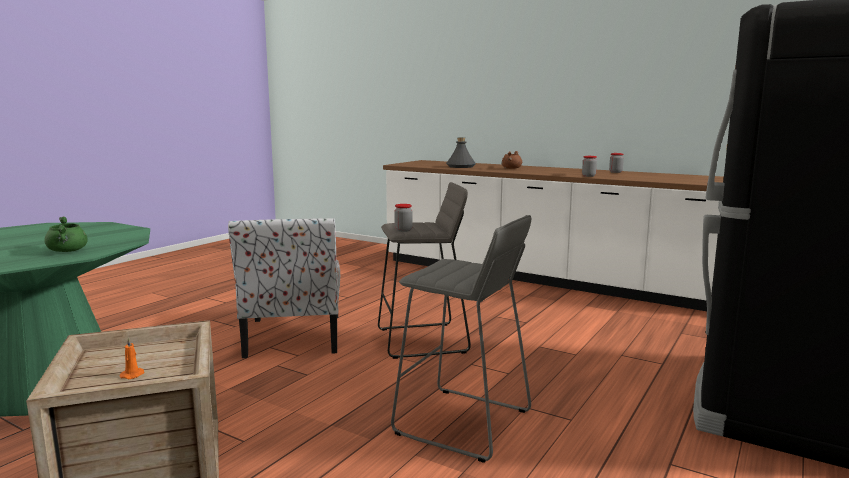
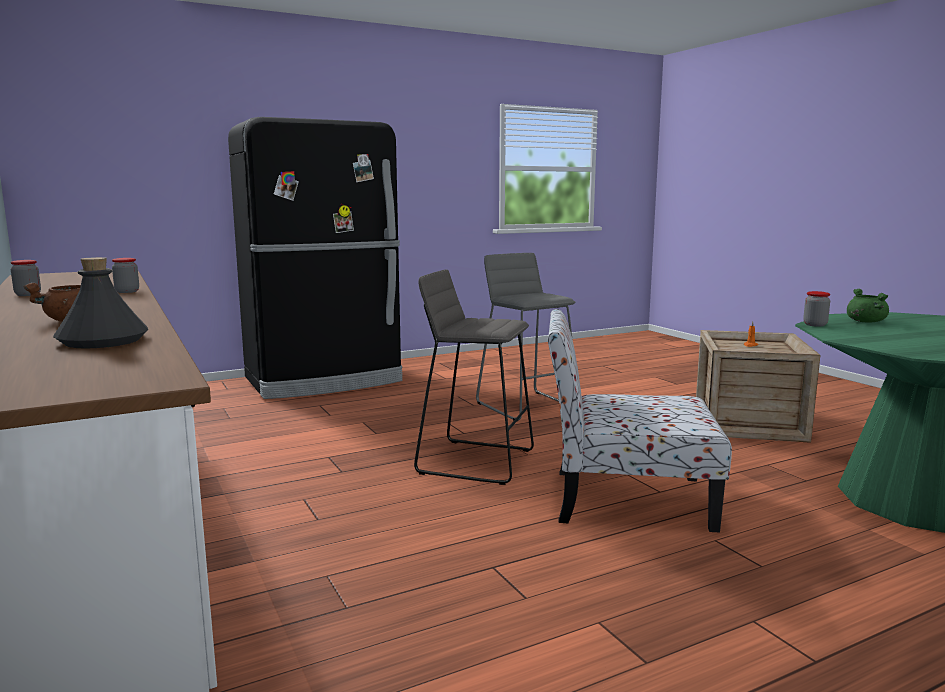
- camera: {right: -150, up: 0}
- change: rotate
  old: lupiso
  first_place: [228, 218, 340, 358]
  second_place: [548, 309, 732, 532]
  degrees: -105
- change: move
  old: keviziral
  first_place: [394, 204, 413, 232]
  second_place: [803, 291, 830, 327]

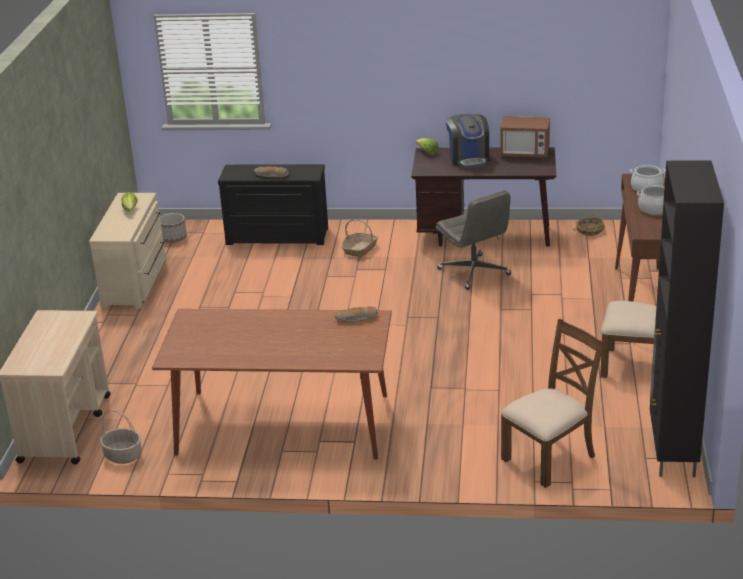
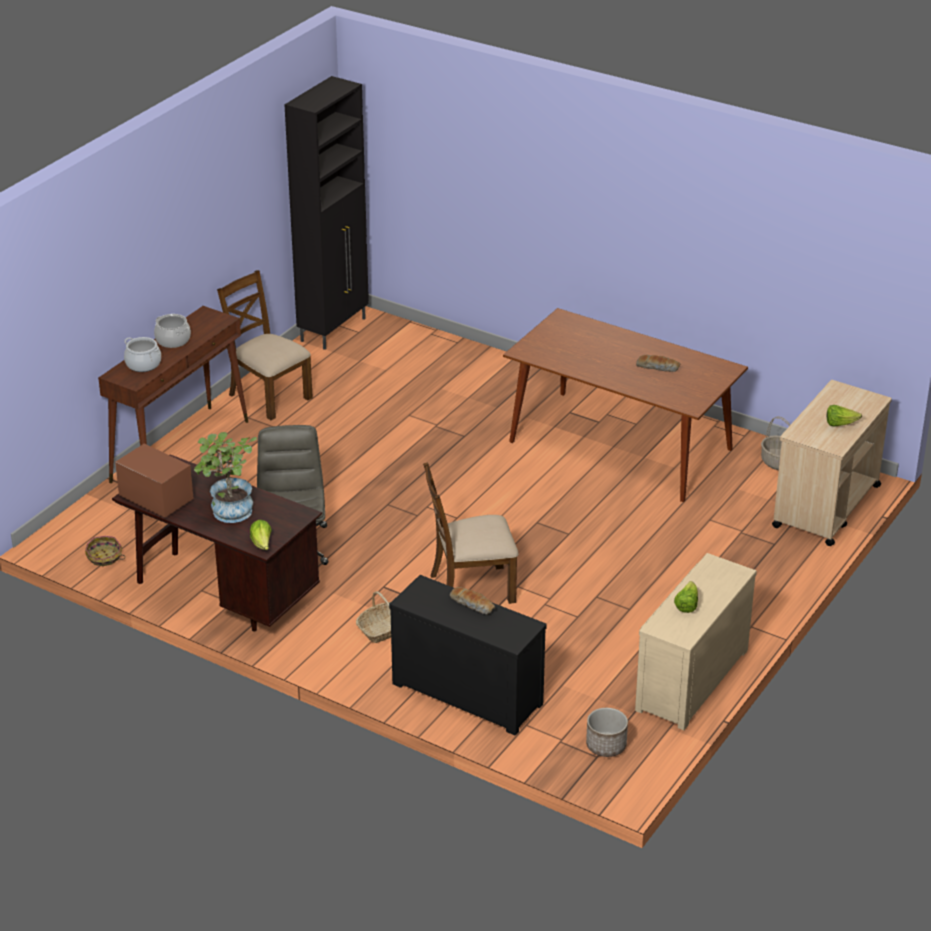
- camera: {right: -155, up: 5}
- change: replace
  old: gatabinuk
  new: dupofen
  first_place: [446, 114, 489, 169]
  second_place: [194, 432, 257, 523]
- change: move
  old: lupiso (brown)
  first_place: [501, 319, 604, 488]
  second_place: [423, 462, 519, 604]
- change: move
  old: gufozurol
  first_place: [335, 306, 378, 322]
  second_place: [636, 355, 680, 372]
- change: insert
  new: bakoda
  second_place: [827, 405, 862, 427]

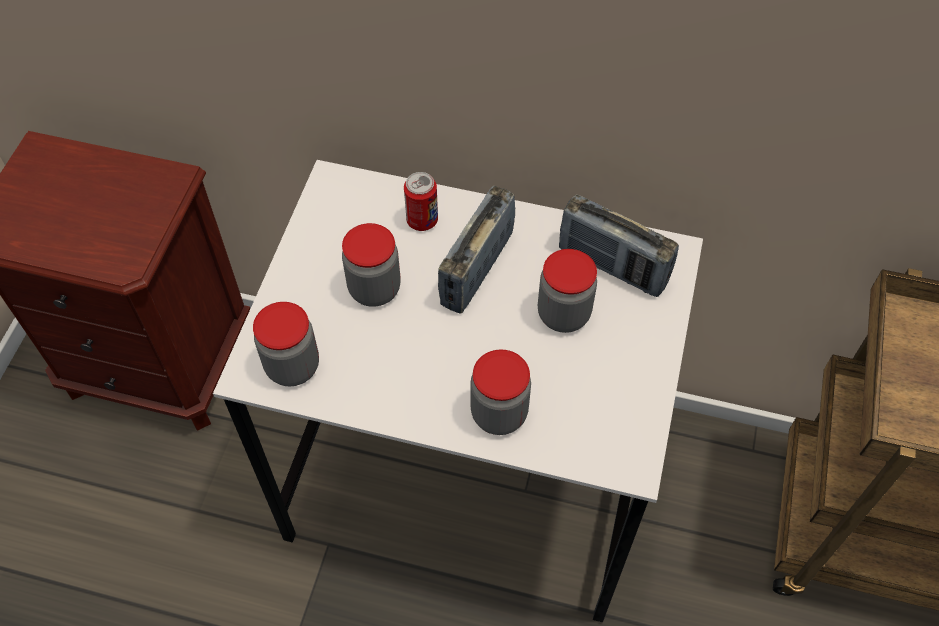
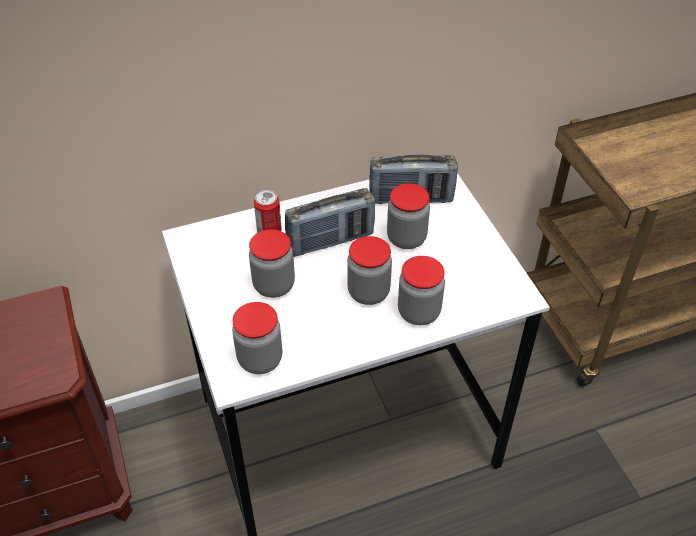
- camera: {right: -35, up: -10}
- change: rotate
  old: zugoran
  first_place: [438, 186, 515, 314]
  second_place: [285, 188, 375, 257]
  degrees: -105
- change: insert
  new: keviziral
  second_place: [347, 236, 392, 305]

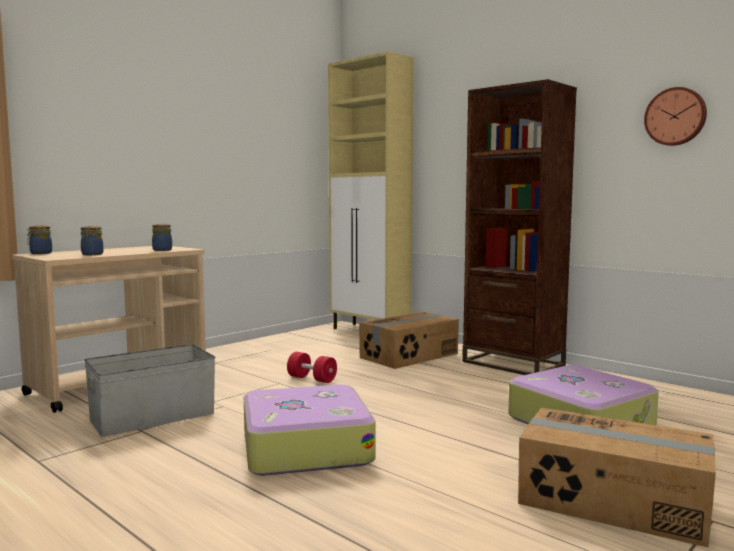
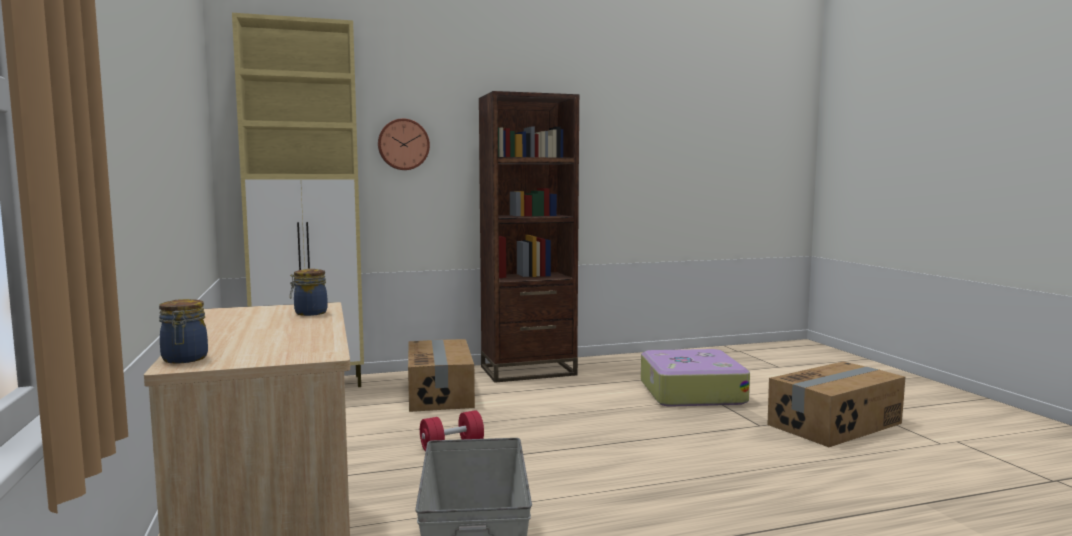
- camera: {right: -60, up: 0}
- change: move
  old: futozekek
  first_place: [644, 87, 707, 146]
  second_place: [378, 118, 430, 170]
- change: delete
  old: keviziral
  first_place: [81, 226, 103, 255]
- change: delete
  old: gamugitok
  first_place: [244, 385, 376, 476]

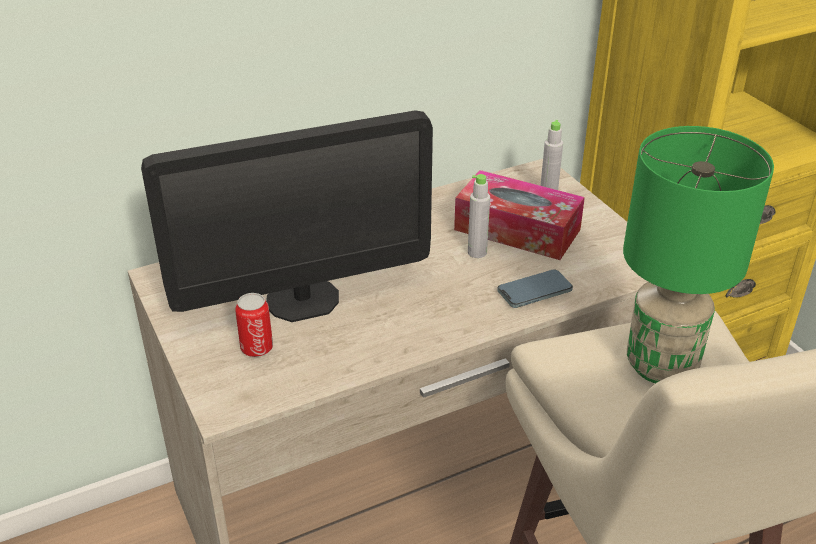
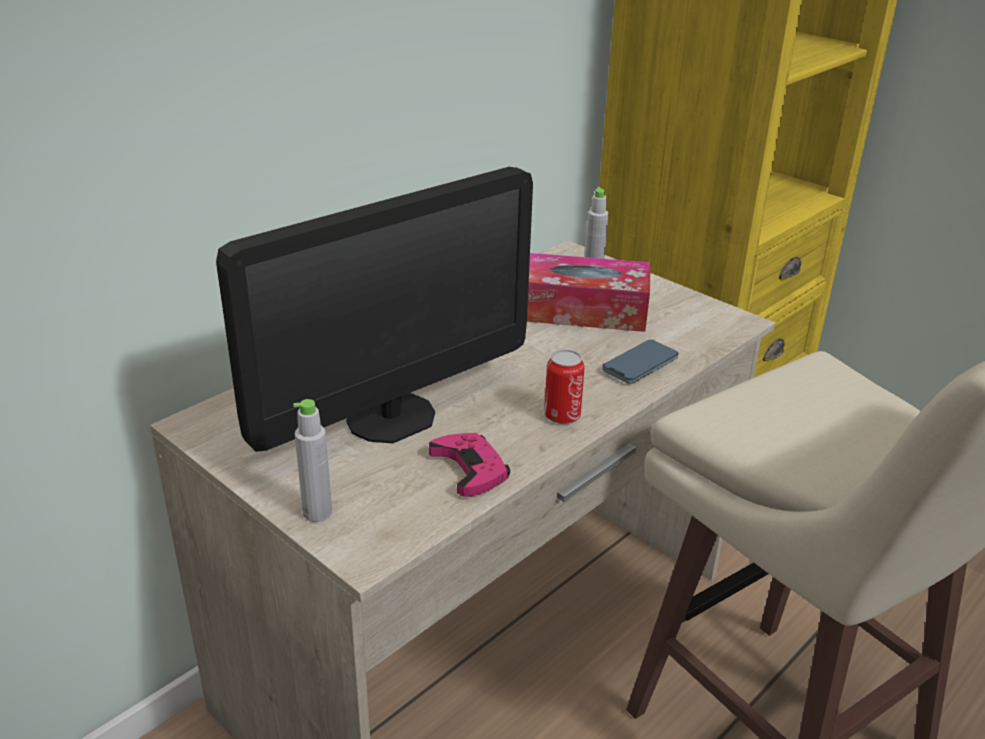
- camera: {right: -20, up: -5}
- change: move
  old: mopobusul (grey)
  first_place: [468, 174, 490, 258]
  second_place: [293, 399, 332, 522]
- change: insert
  new: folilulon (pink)
  second_place: [429, 433, 510, 497]
- change: move
  old: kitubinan
  first_place: [235, 293, 273, 357]
  second_place: [544, 349, 585, 424]
- change: delete
  old: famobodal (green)
  first_place: [623, 126, 774, 383]

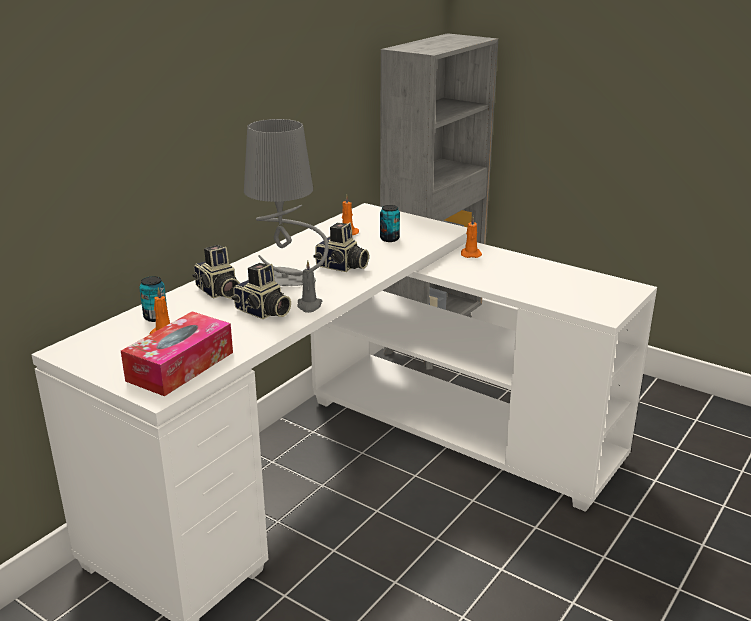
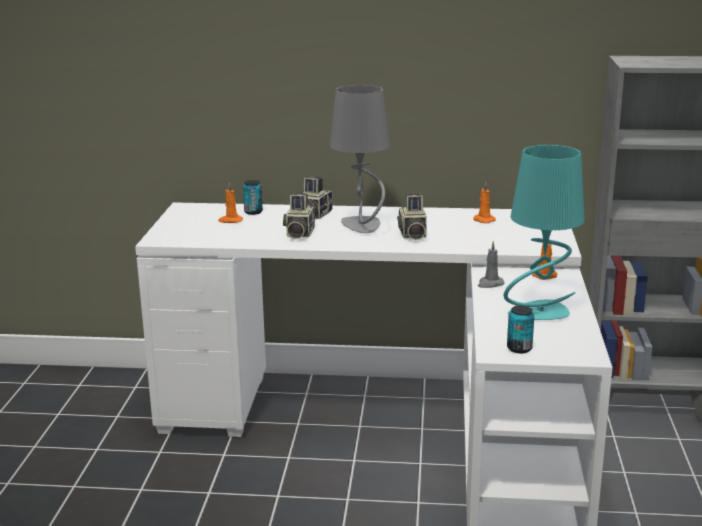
- camera: {right: 60, up: -5}
- change: move
  old: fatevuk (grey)
  first_place: [297, 260, 322, 313]
  second_place: [478, 241, 504, 288]
- change: insert
  new: famobodal (turquoise)
  second_place: [503, 145, 585, 320]
- change: move
  old: kitubinan
  first_place: [380, 205, 400, 242]
  second_place: [507, 306, 534, 353]
- change: delete
  old: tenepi
  first_place: [121, 311, 233, 396]

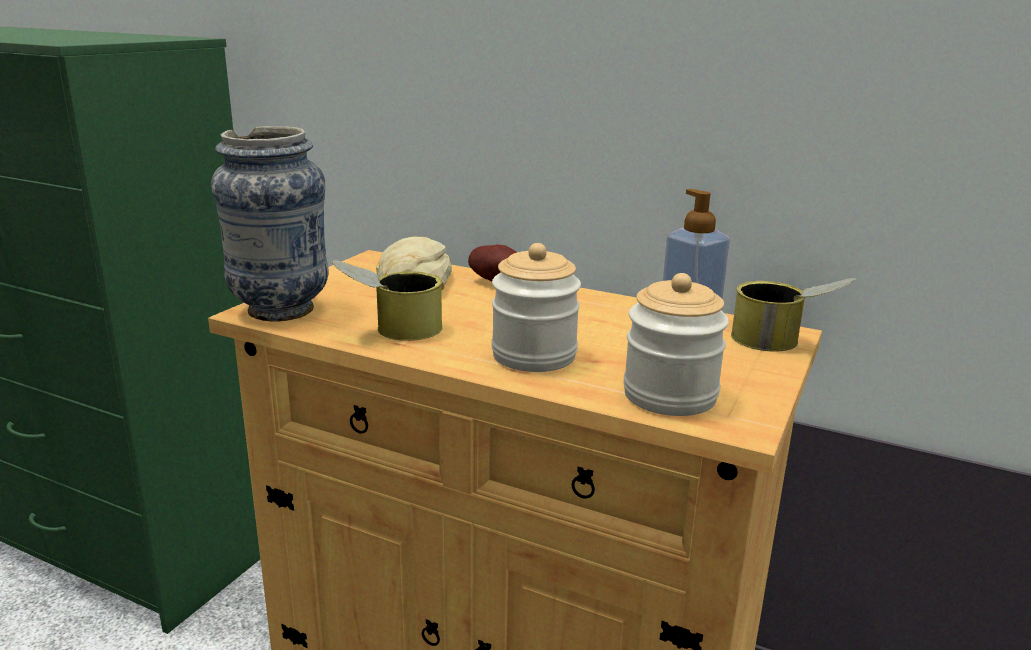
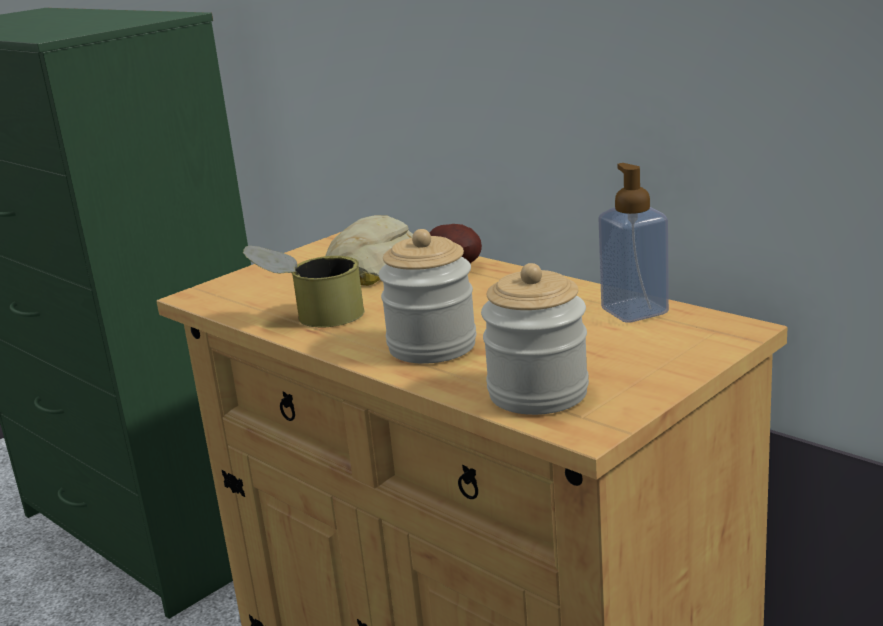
- camera: {right: 20, up: 0}
- change: delete
  old: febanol
  first_place: [211, 126, 329, 322]
- change: delete
  old: kitubinan
  first_place: [731, 278, 856, 352]

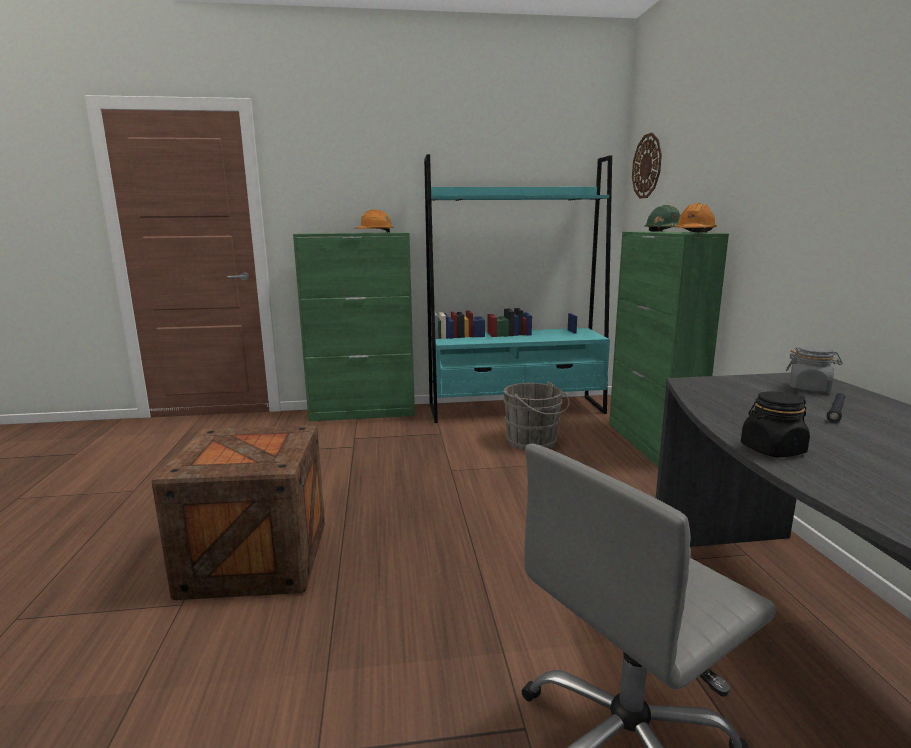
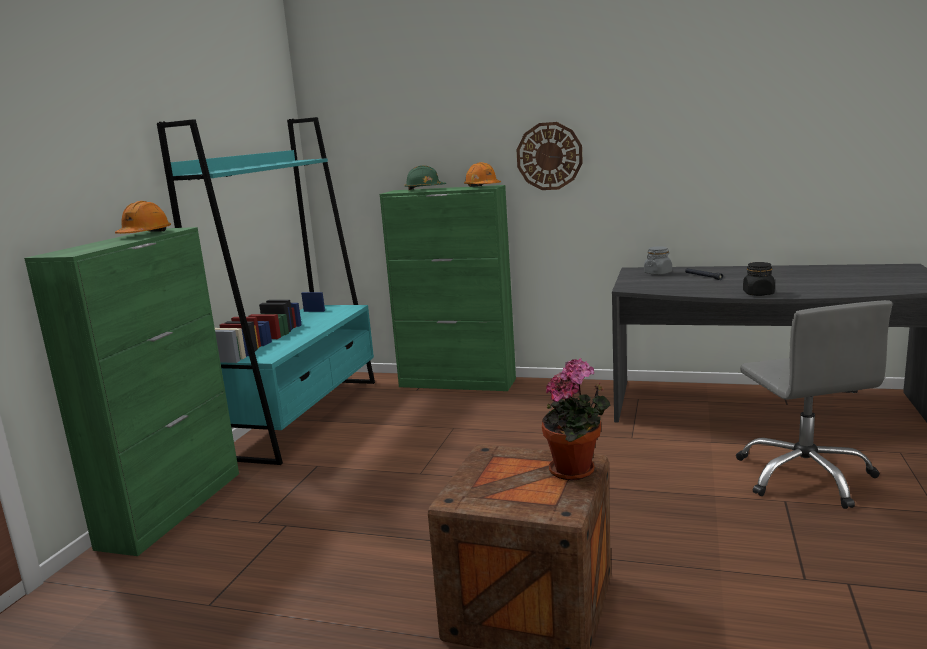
- camera: {right: -65, up: 0}
- change: move
  old: futozekek
  first_place: [632, 133, 662, 199]
  second_place: [517, 122, 583, 190]
- change: insert
  new: dupofen
  second_place: [542, 358, 610, 481]
- change: delete
  old: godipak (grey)
  first_place: [502, 382, 570, 450]

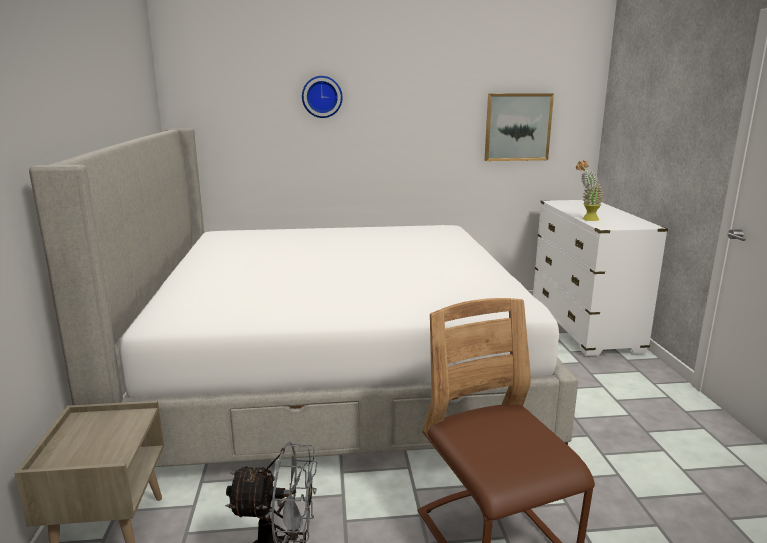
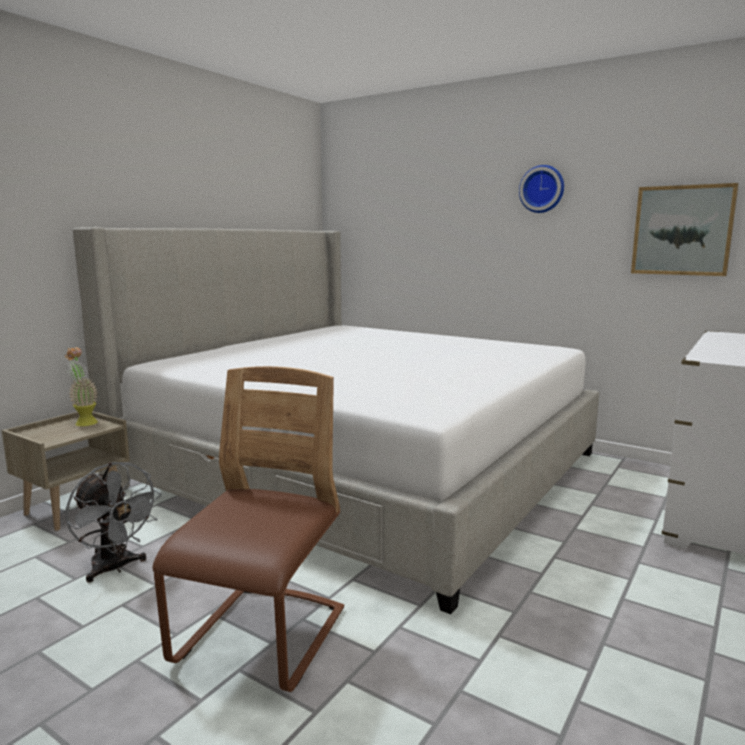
- camera: {right: 40, up: -5}
- change: move
  old: dupofen
  first_place: [576, 160, 604, 221]
  second_place: [65, 347, 98, 426]
- change: move
  old: futozekek
  first_place: [302, 76, 343, 118]
  second_place: [519, 165, 564, 213]

